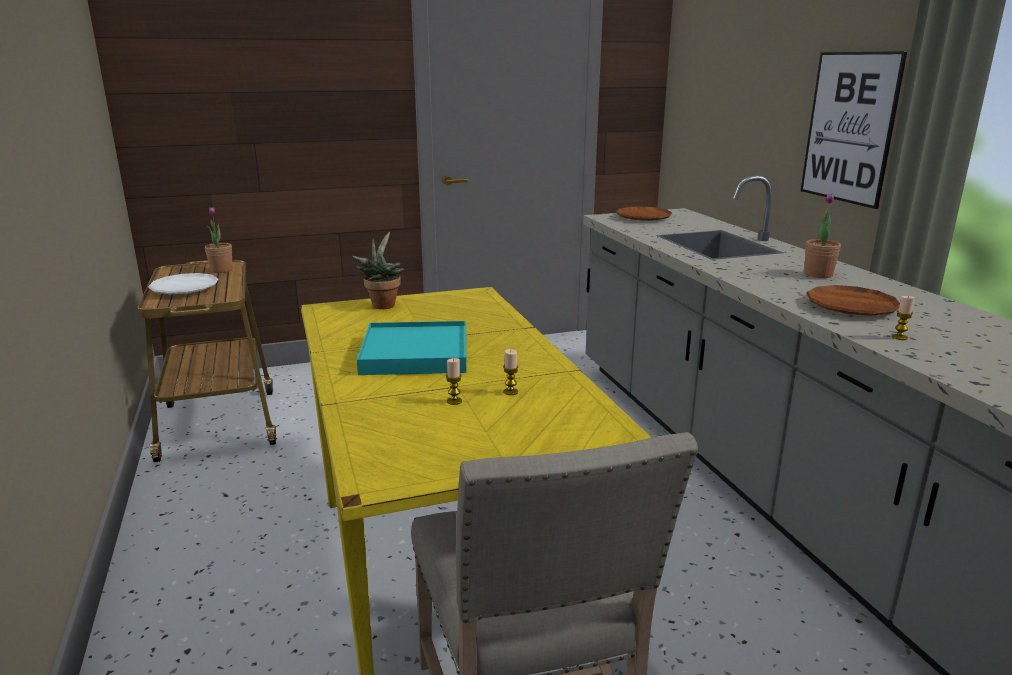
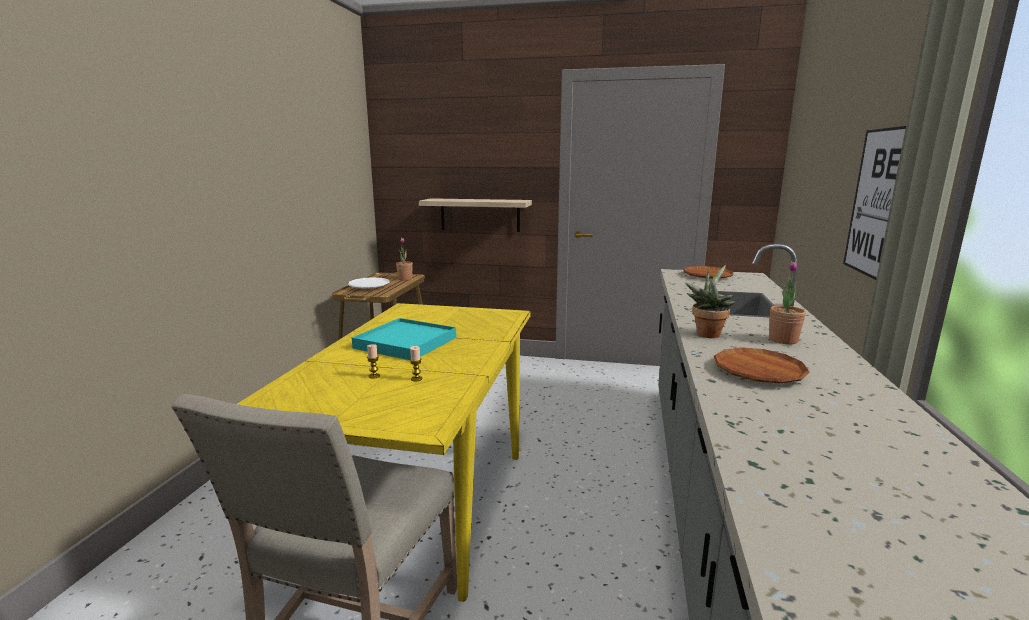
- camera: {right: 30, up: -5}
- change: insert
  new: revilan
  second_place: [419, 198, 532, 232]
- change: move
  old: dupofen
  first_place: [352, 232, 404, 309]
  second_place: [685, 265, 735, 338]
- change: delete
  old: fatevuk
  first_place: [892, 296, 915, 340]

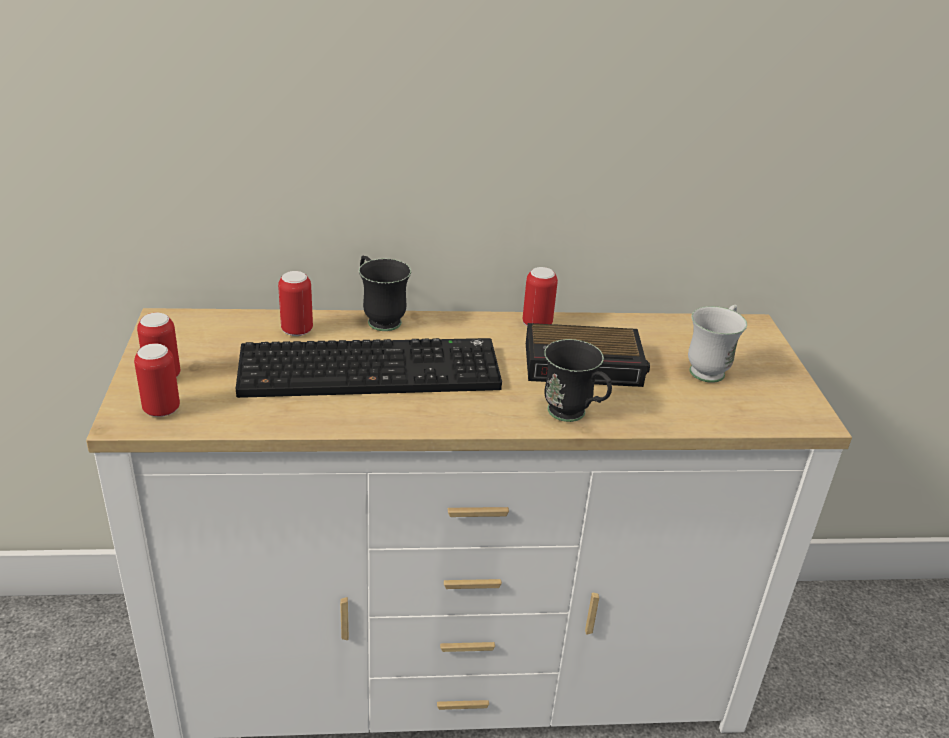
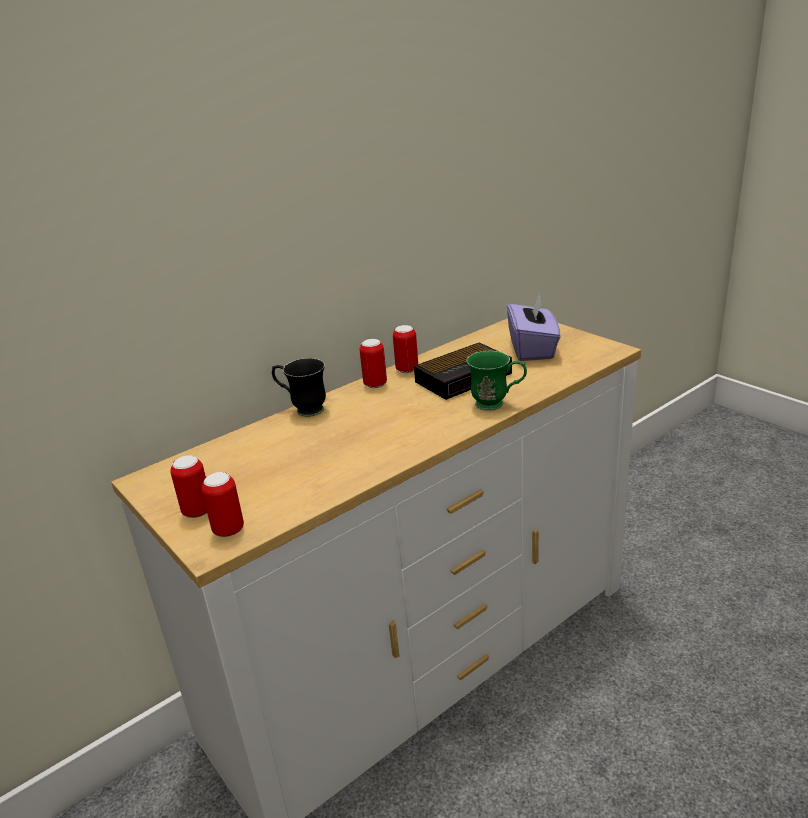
- camera: {right: -30, up: -5}
- change: move
  old: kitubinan
  first_place: [278, 271, 313, 336]
  second_place: [360, 339, 387, 388]
- change: recolor
  old: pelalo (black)
  new: pelalo (green)
  first_place: [544, 339, 612, 422]
  second_place: [466, 351, 527, 411]
- change: replace
  old: pelalo (white)
  new: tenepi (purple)
  first_place: [688, 305, 747, 383]
  second_place: [507, 292, 560, 361]
- change: delete
  old: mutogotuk
  first_place: [236, 338, 502, 398]

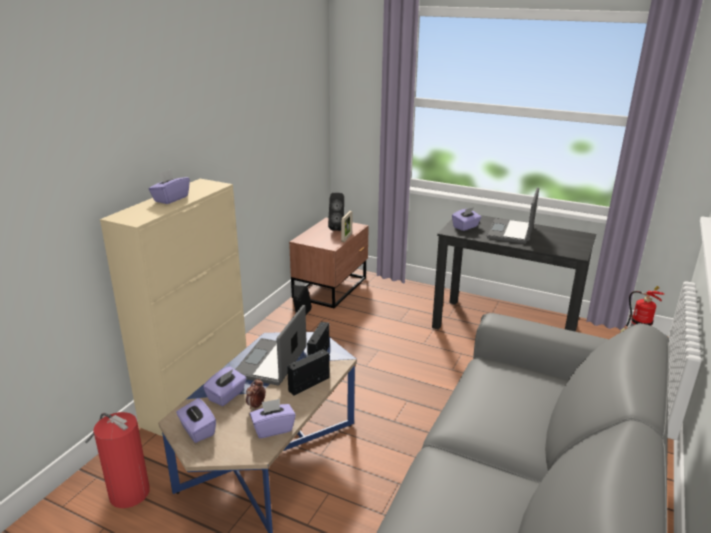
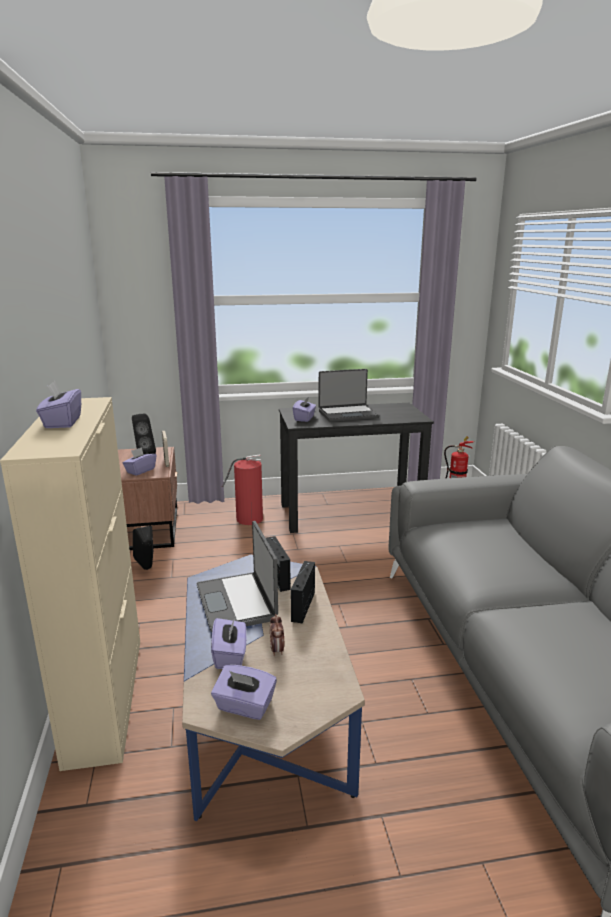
- camera: {right: -35, up: -5}
- change: move
  old: tenepi (purple)
  first_place: [250, 399, 296, 438]
  second_place: [123, 447, 157, 476]
- change: move
  old: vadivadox
  first_place: [85, 412, 150, 508]
  second_place: [222, 454, 263, 525]
- change: rotate
  old: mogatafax
  first_place: [486, 188, 539, 244]
  second_place: [318, 369, 379, 422]
  degrees: -90

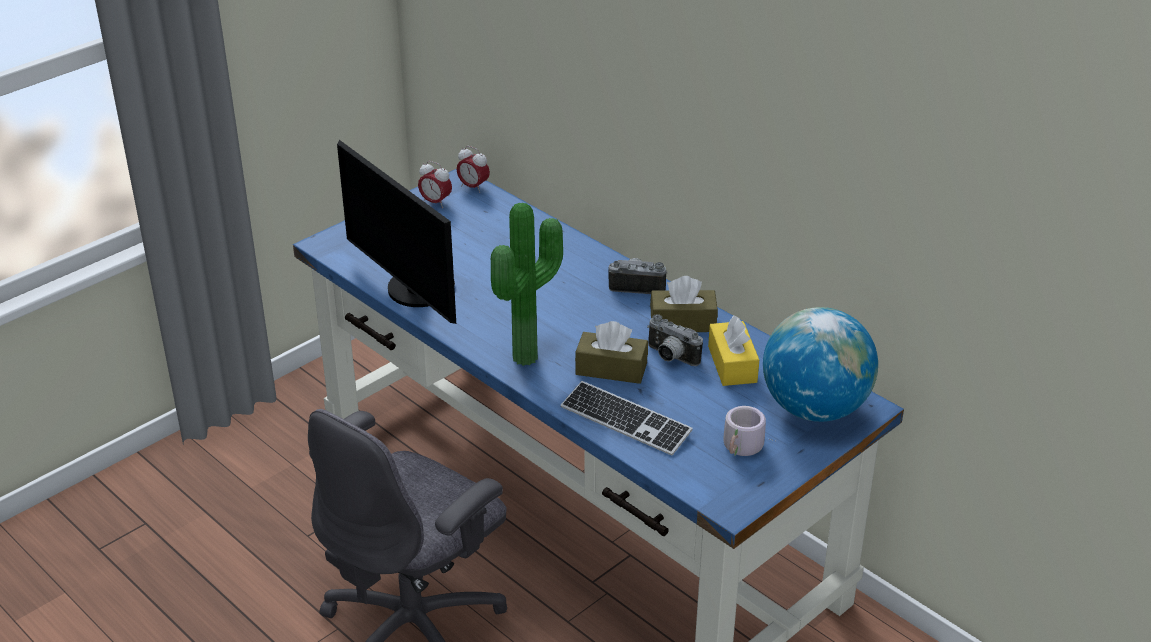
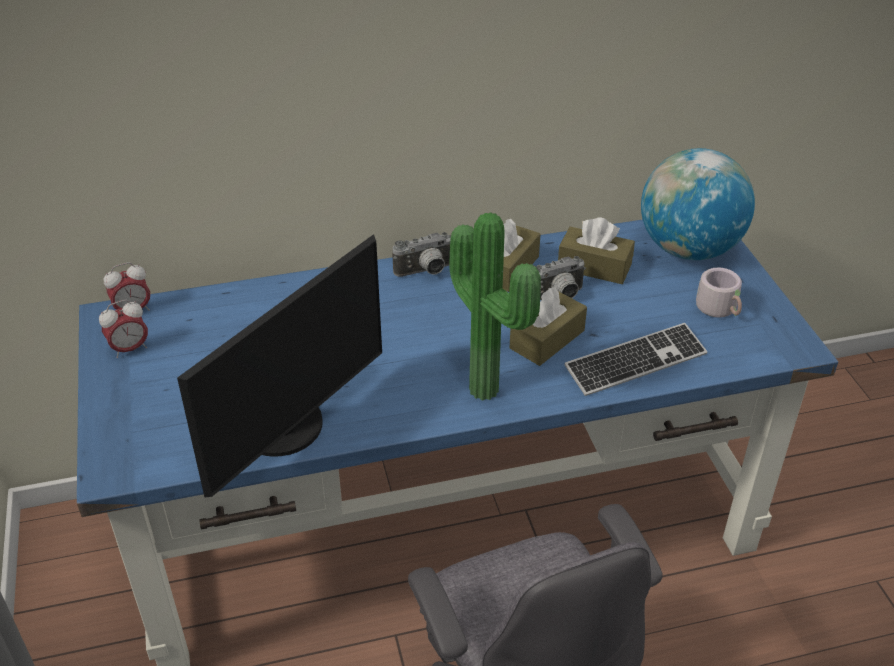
- camera: {right: -60, up: 5}
- change: rotate
  old: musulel
  first_place: [337, 140, 456, 324]
  second_place: [177, 234, 382, 498]
  degrees: -45
- change: rotate
  old: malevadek
  first_place: [608, 258, 667, 294]
  second_place: [392, 232, 451, 277]
  degrees: -150
- change: recolor
  old: tenepi (yellow)
  new: tenepi (brown)
  first_place: [708, 315, 759, 386]
  second_place: [558, 217, 635, 284]

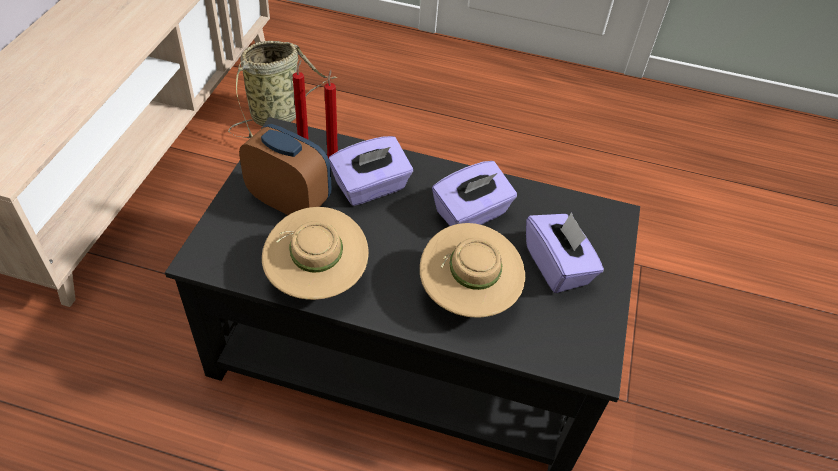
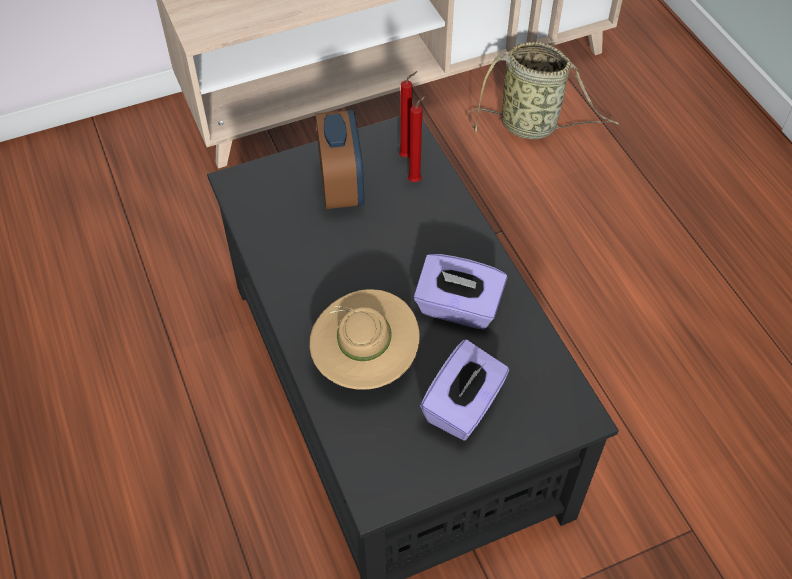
- camera: {right: 55, up: 5}
- change: delete
  old: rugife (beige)
  first_place: [262, 207, 369, 300]
- change: delete
  old: tenepi (purple)
  first_place: [329, 136, 413, 206]

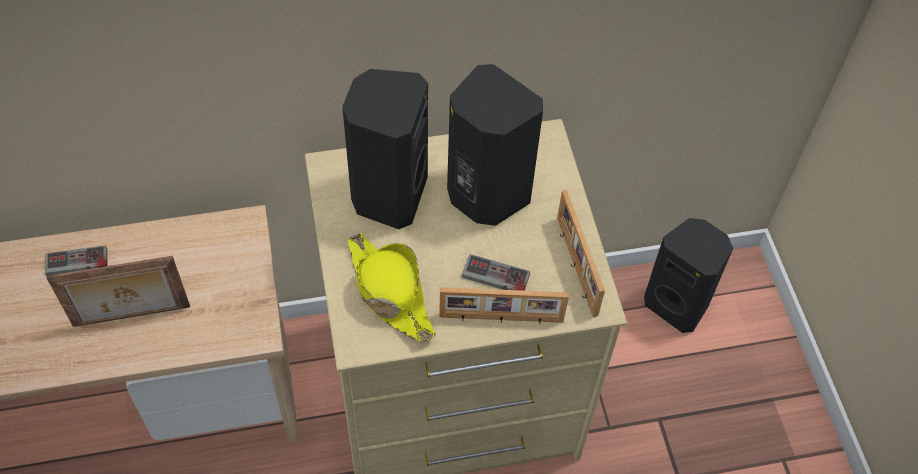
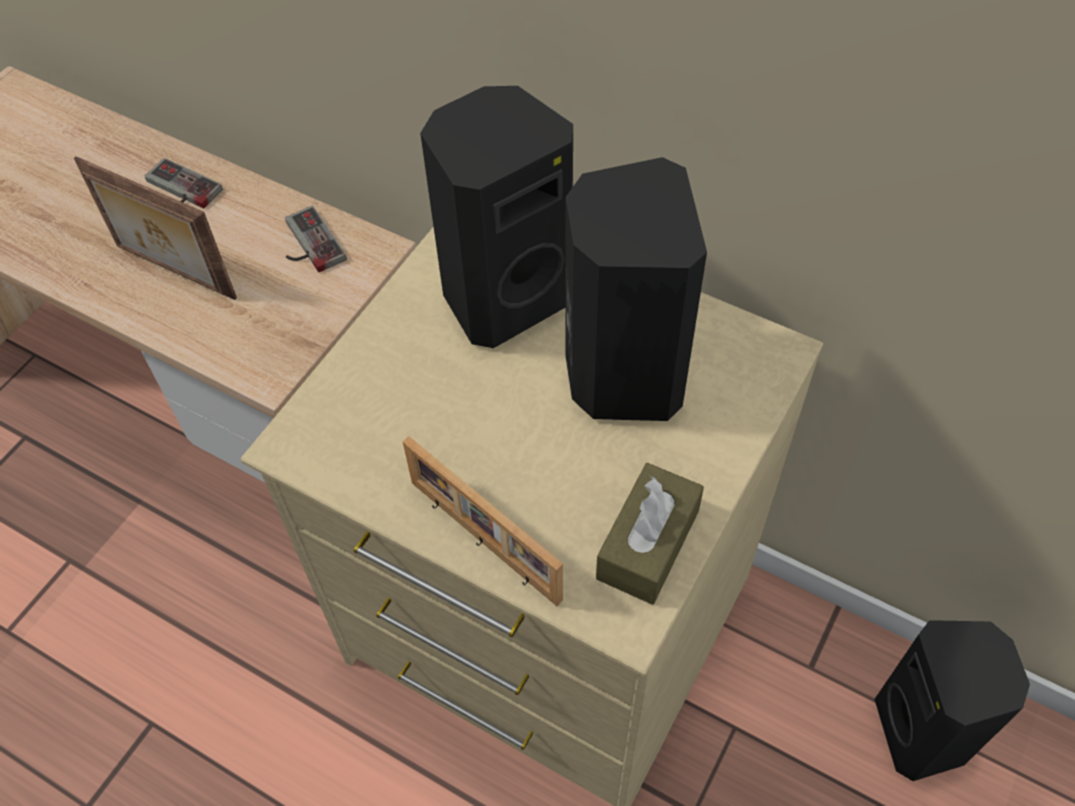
- camera: {right: 45, up: 0}
- change: move
  old: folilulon
  first_place: [462, 254, 530, 291]
  second_place: [285, 206, 347, 272]
- change: replace
  old: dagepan
  new: tenepi (brown)
  first_place: [557, 190, 605, 317]
  second_place: [596, 463, 704, 605]
- change: delete
  old: rugife (yellow)
  first_place: [348, 233, 436, 341]

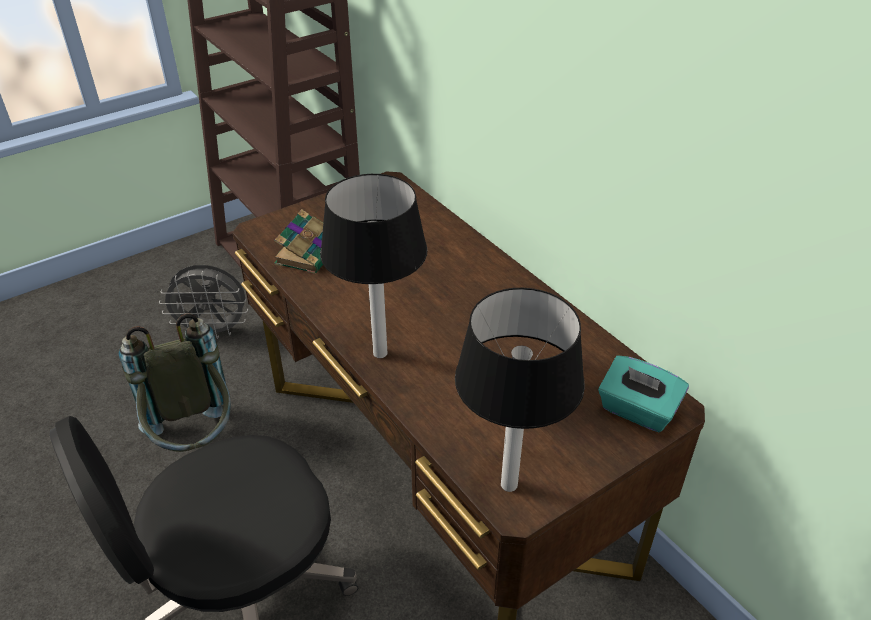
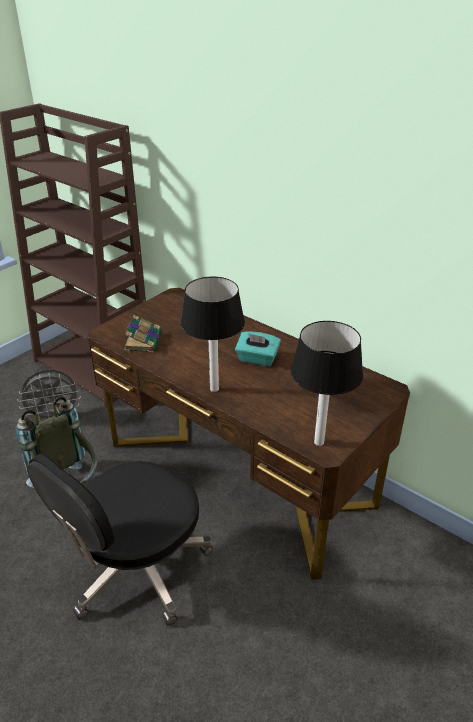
- camera: {right: -15, up: -5}
- change: move
  old: tenepi (turquoise)
  first_place: [598, 355, 689, 432]
  second_place: [235, 331, 281, 367]

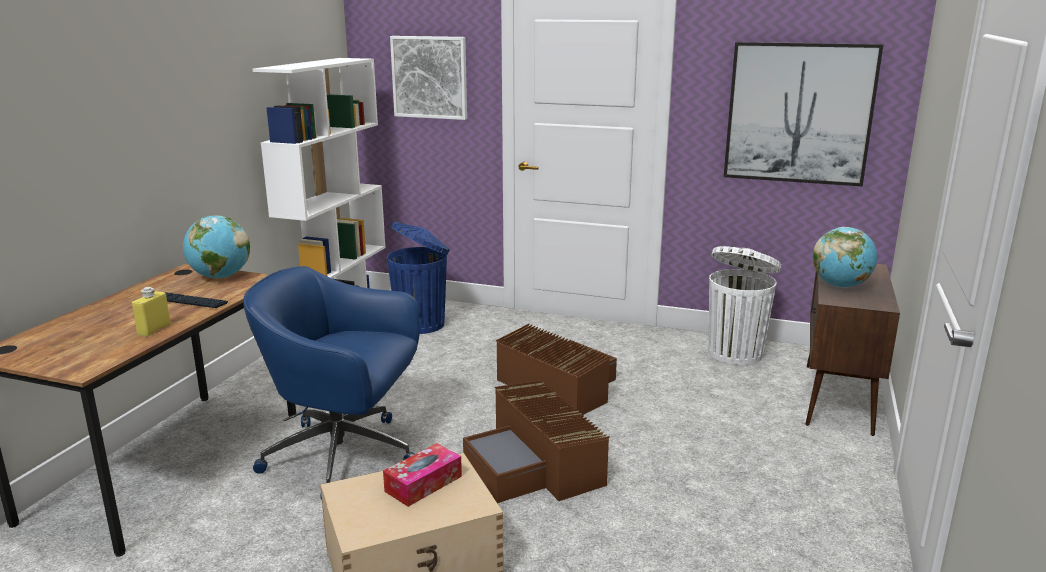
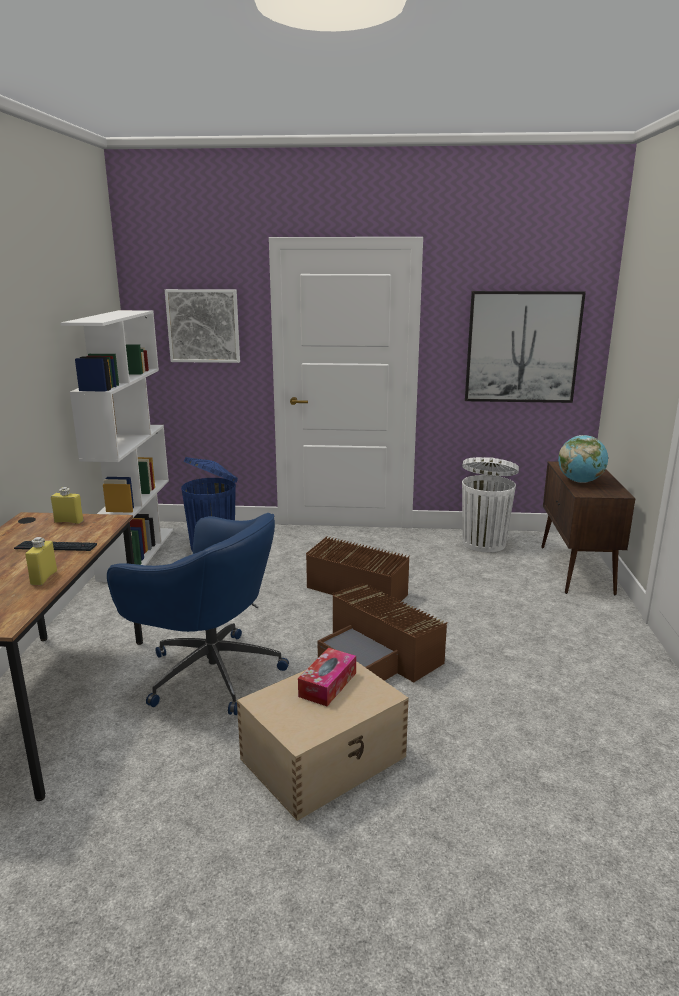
- camera: {right: -15, up: 0}
- change: replace
  old: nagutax
  new: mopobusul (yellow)
  first_place: [183, 215, 250, 279]
  second_place: [51, 487, 83, 524]
- change: rotate
  old: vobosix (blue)
  first_place: [243, 266, 420, 500]
  second_place: [107, 513, 289, 715]
  degrees: -150

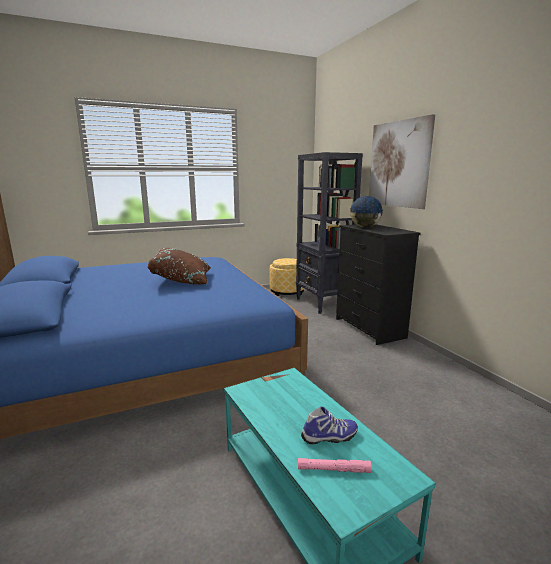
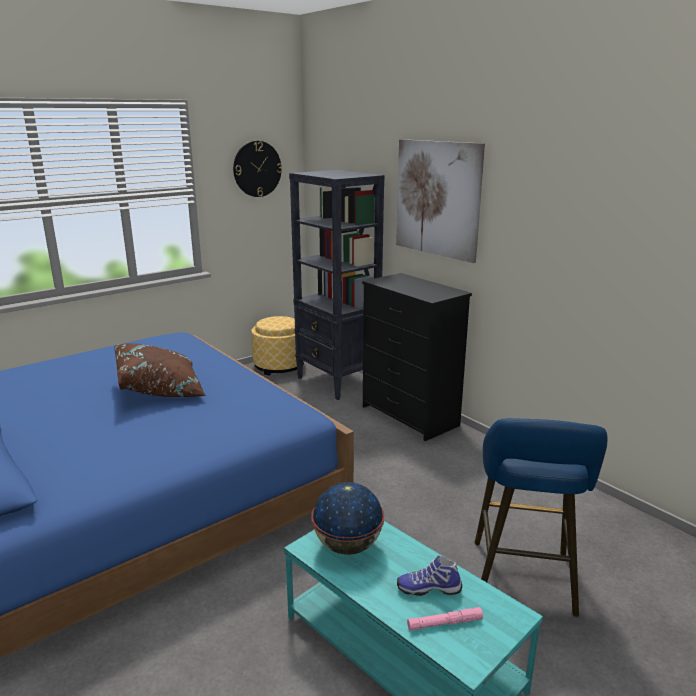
- camera: {right: -15, up: 5}
- change: insert
  new: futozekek
  second_place: [233, 141, 282, 197]
- change: move
  old: nagutax
  first_place: [350, 196, 383, 228]
  second_place: [311, 482, 384, 555]
- change: rotate
  old: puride
  first_place: [301, 406, 358, 444]
  second_place: [397, 556, 462, 596]
  degrees: -150
- change: insert
  new: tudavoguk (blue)
  second_place: [474, 418, 607, 617]

